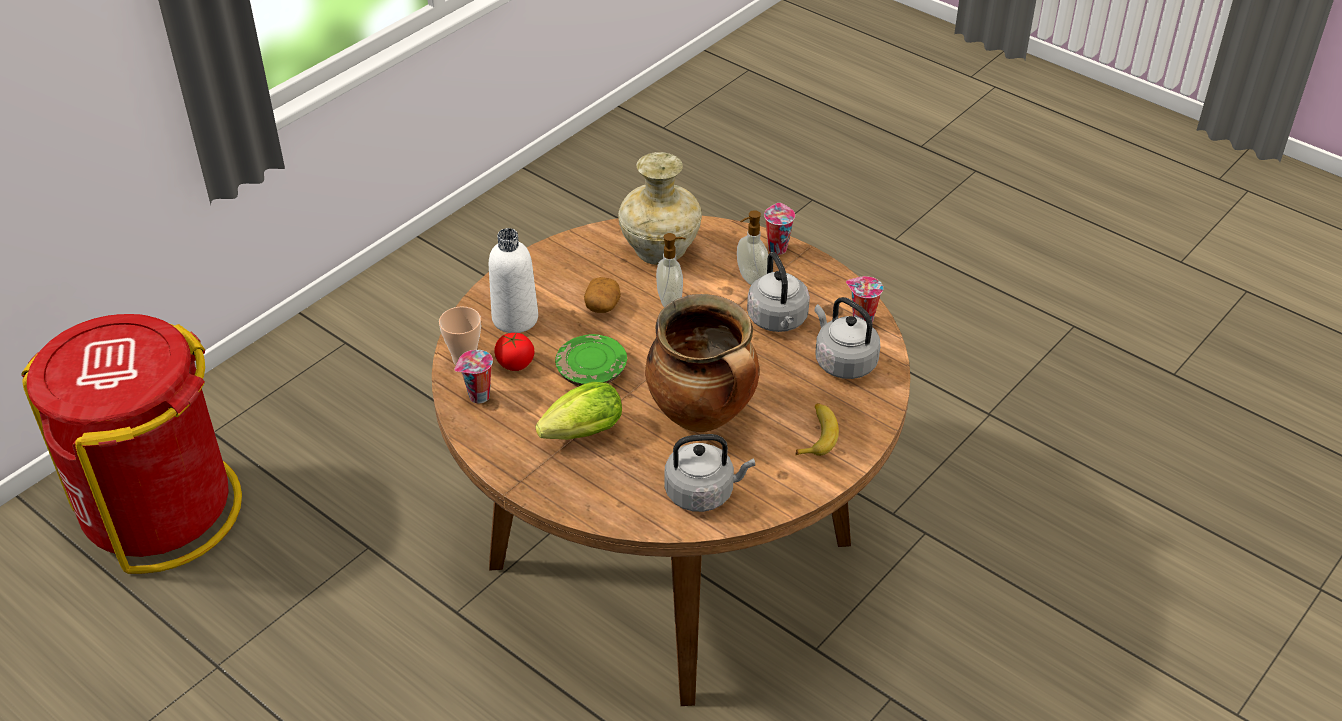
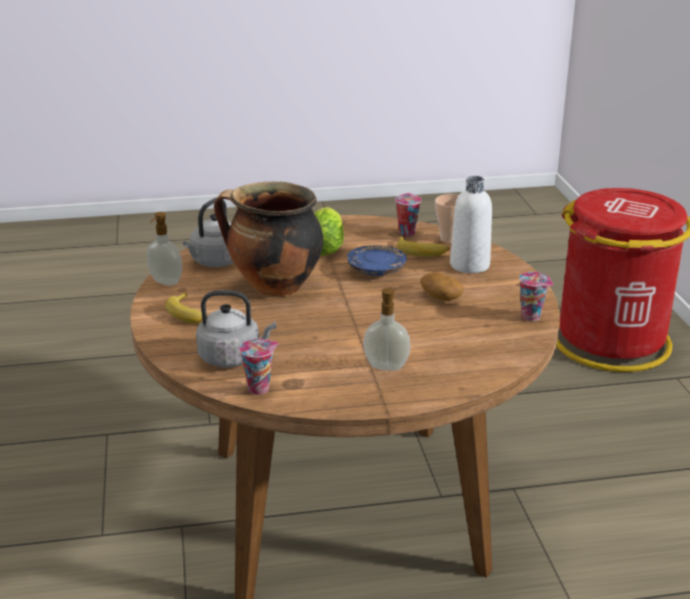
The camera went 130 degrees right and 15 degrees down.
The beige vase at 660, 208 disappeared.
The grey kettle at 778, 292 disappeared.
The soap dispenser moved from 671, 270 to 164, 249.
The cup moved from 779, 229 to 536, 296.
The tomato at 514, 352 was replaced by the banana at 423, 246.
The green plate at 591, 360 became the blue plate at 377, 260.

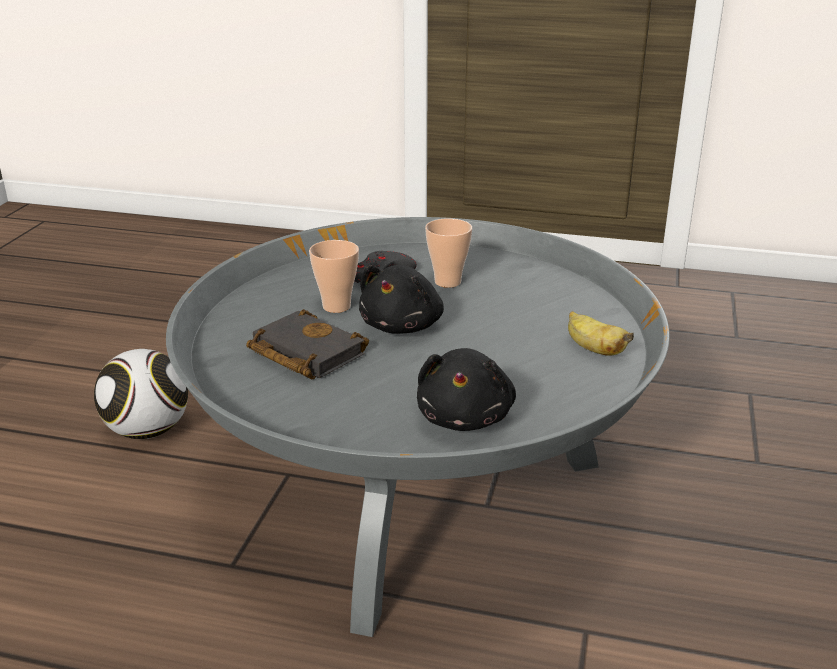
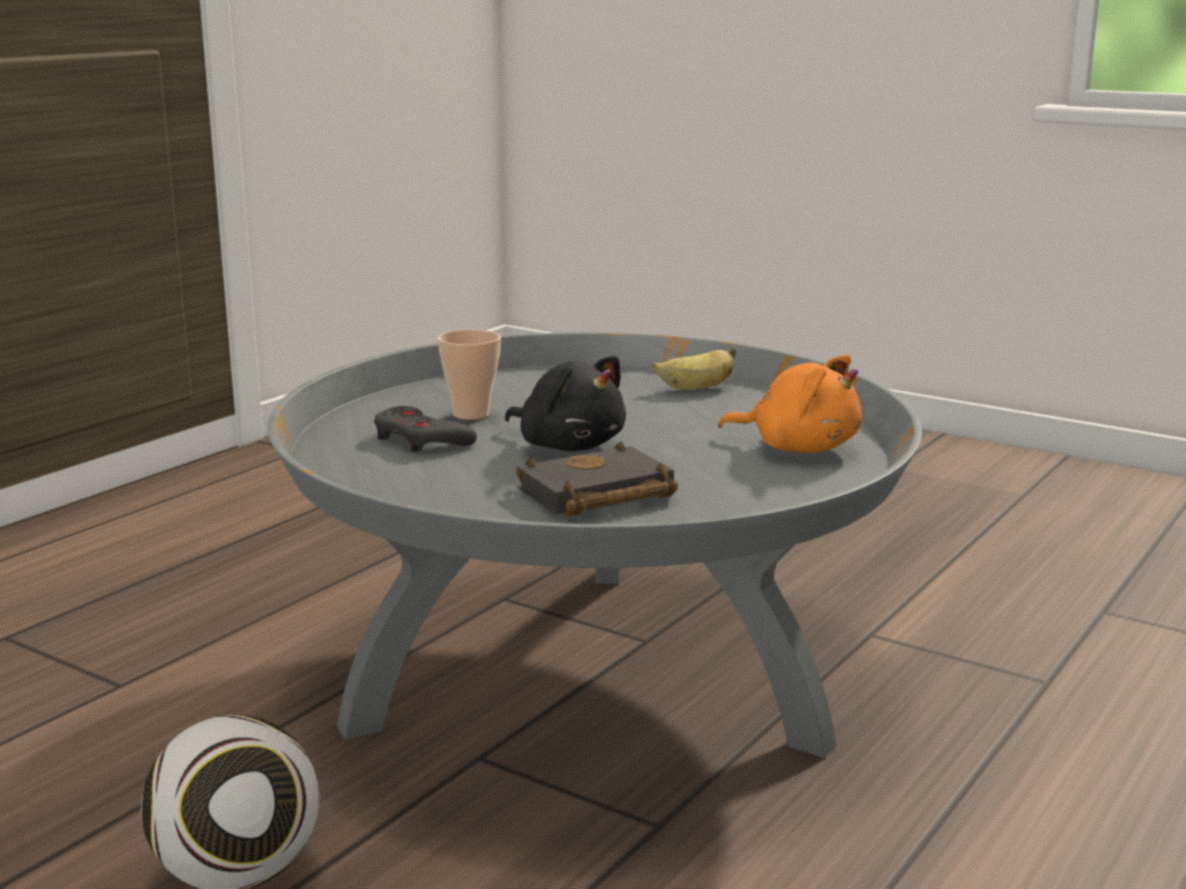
The camera went 70 degrees left and 10 degrees down.
The cup at 334, 276 disappeared.
The black plush toy at 466, 389 became the orange plush toy at 790, 404.

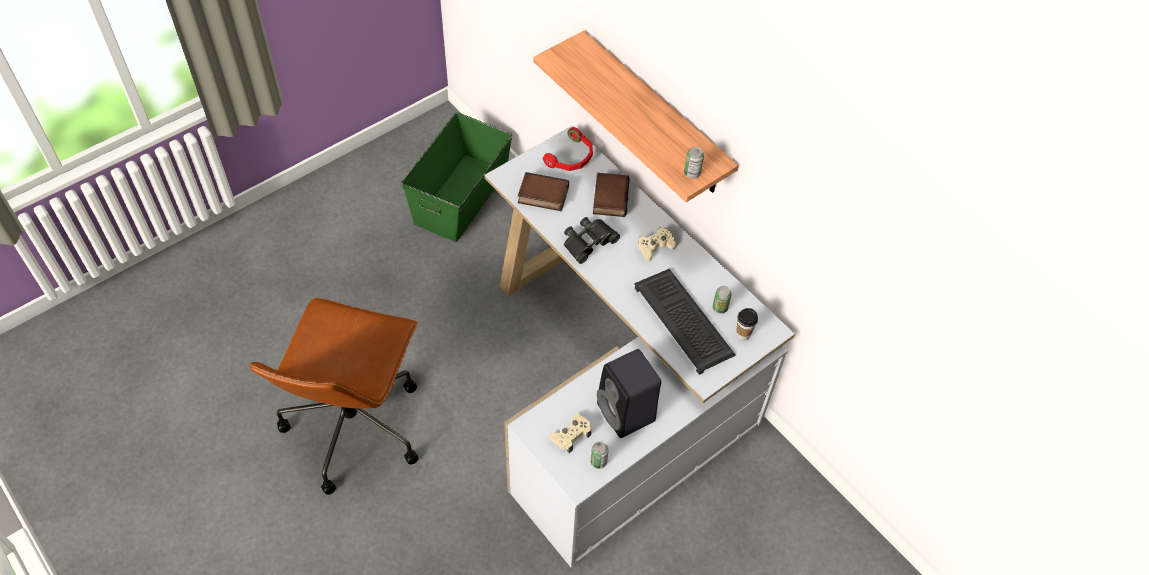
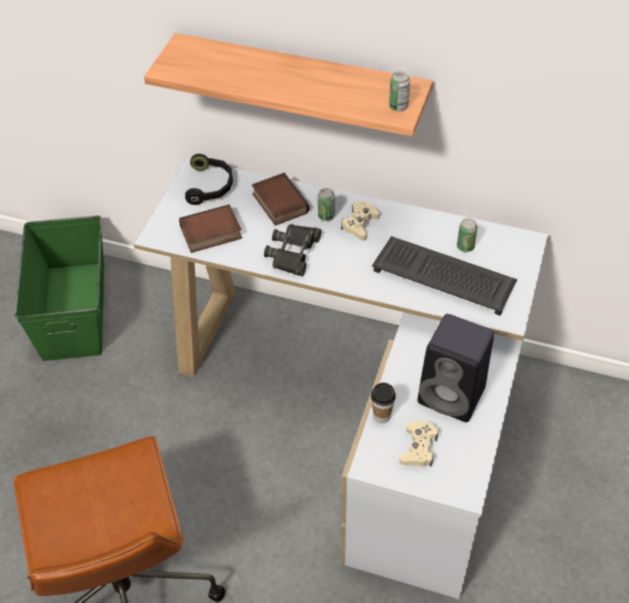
The camera went 30 degrees left and 5 degrees down.
The can moved from 600, 455 to 326, 204.
The cup moved from 747, 324 to 383, 403.
The red headphones at 568, 149 became the black headphones at 209, 179.

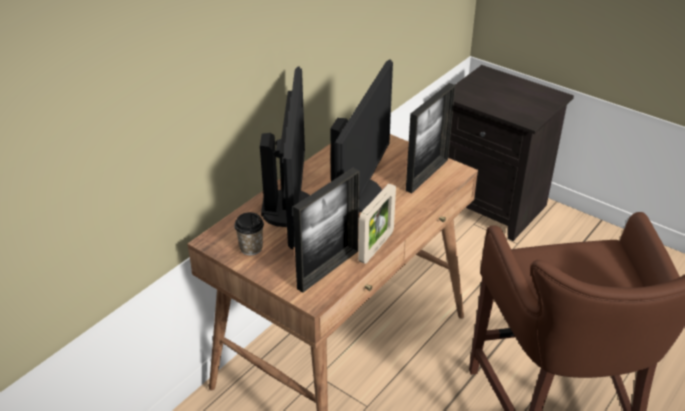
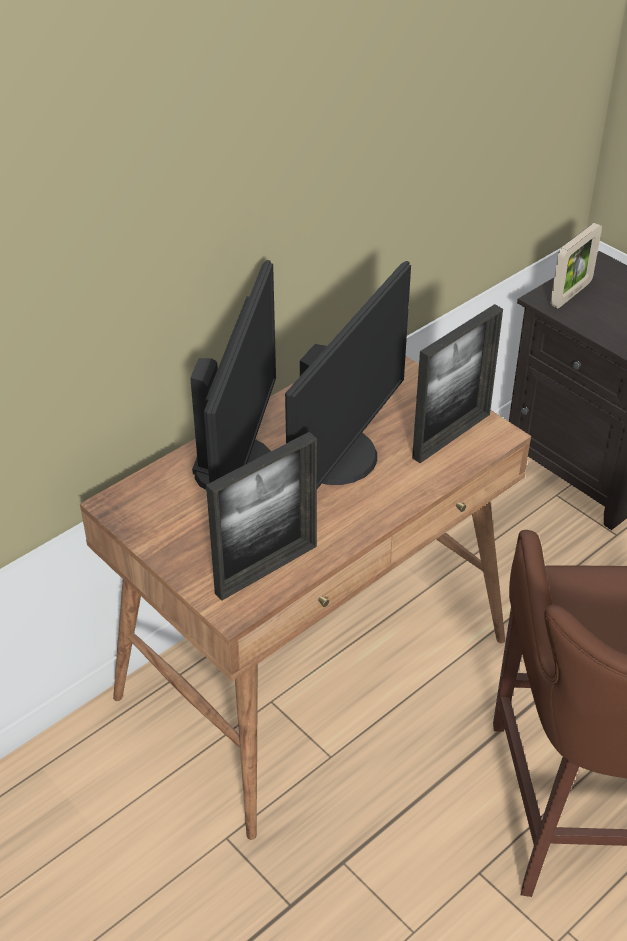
The camera went 10 degrees right and 5 degrees up.
The cup at 249, 233 disappeared.
The picture frame moved from 377, 224 to 576, 266.

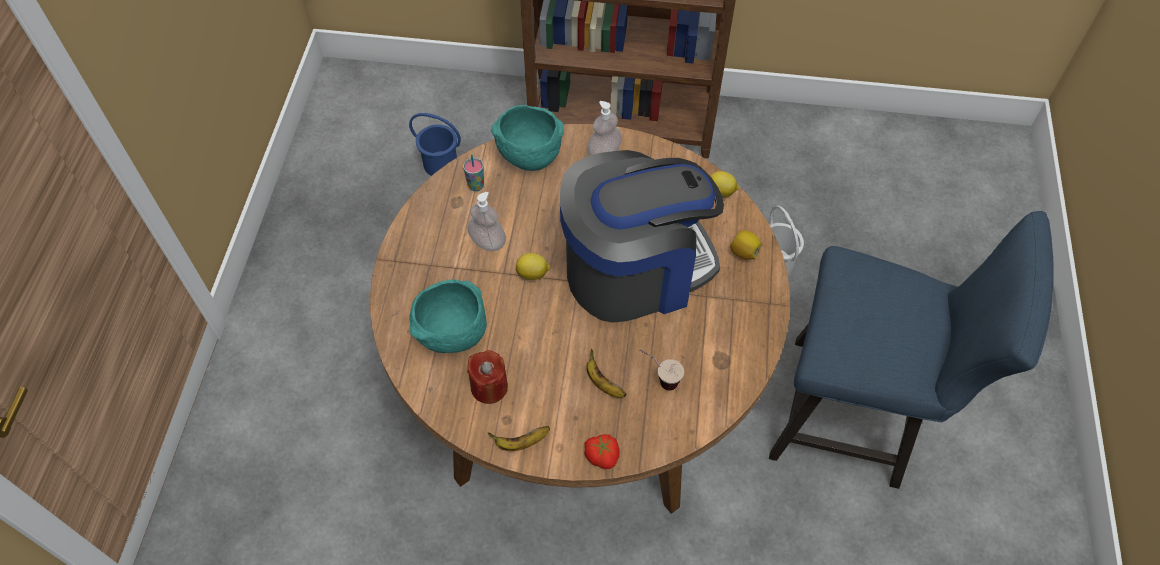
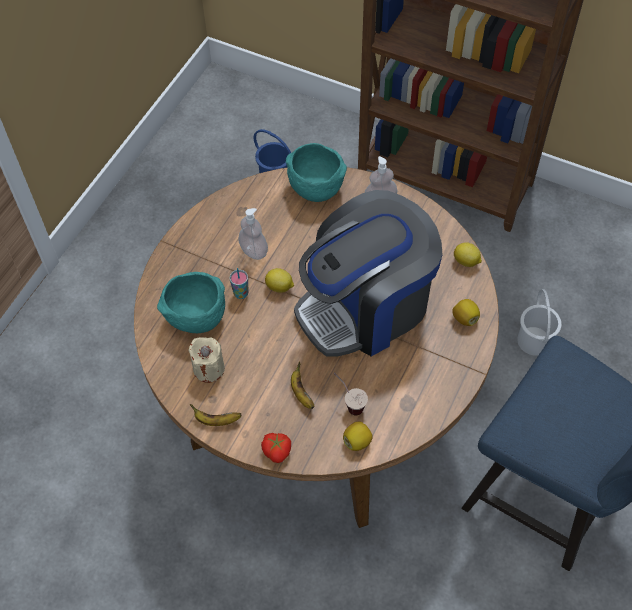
The camera went 20 degrees right and 0 degrees up.
The lemon at 358, 436 appeared.
The cup moved from 473, 172 to 239, 283.
The red candle at 487, 377 became the beige candle at 206, 360.
The coffee machine at 642, 236 turned 150 degrees clockwise.

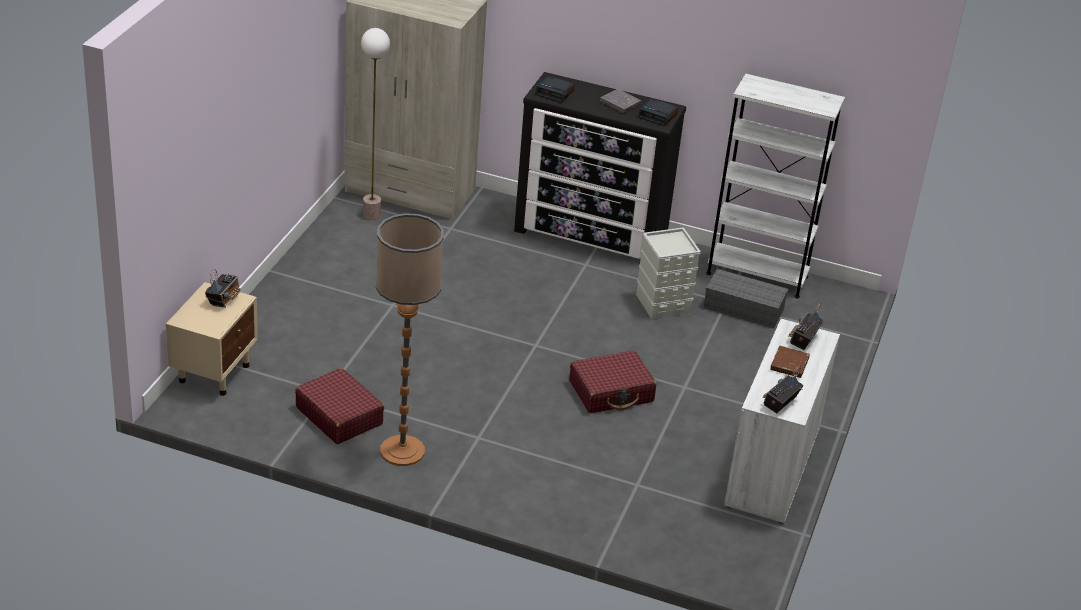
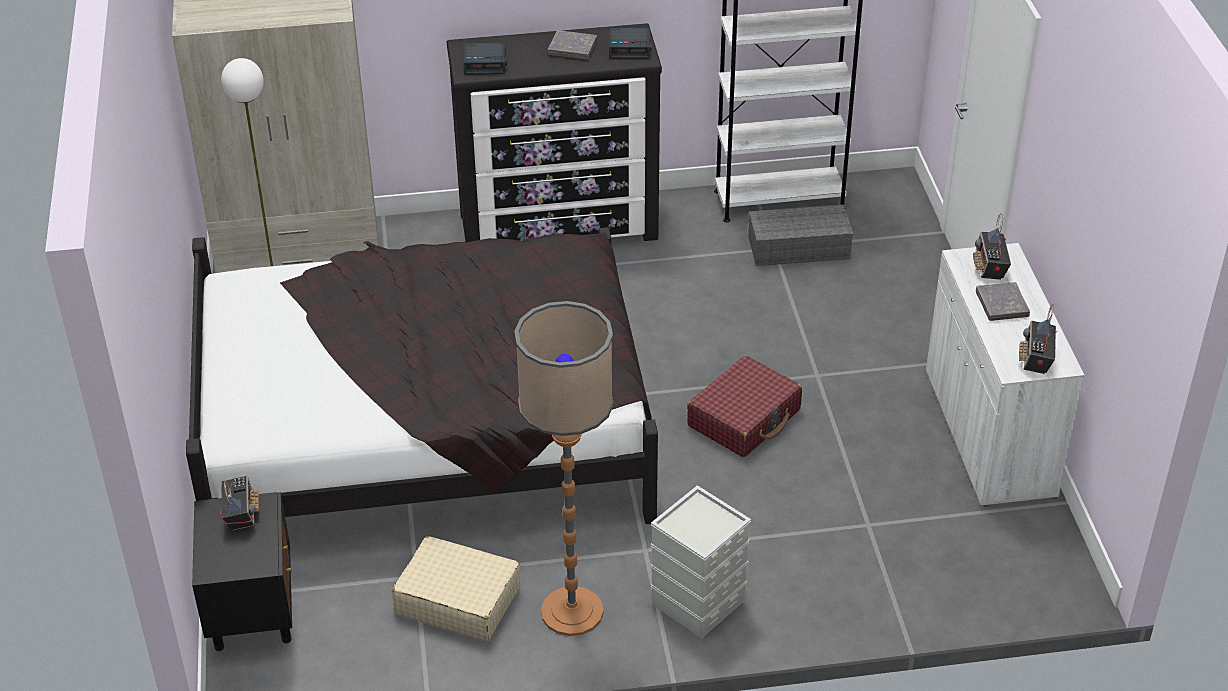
The camera went 25 degrees left and 5 degrees up.
The black bed at 422, 375 appeared.
The grey storage box moved from 668, 273 to 700, 561.
The beige nightstand at 212, 339 became the black nightstand at 242, 571.
The red suitcase at 339, 406 became the beige suitcase at 456, 588.
The brown book at 790, 362 became the grey book at 1003, 301.

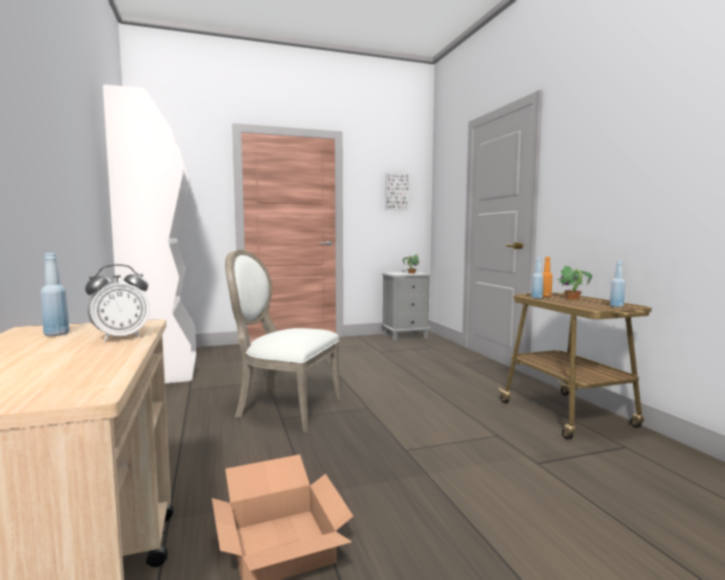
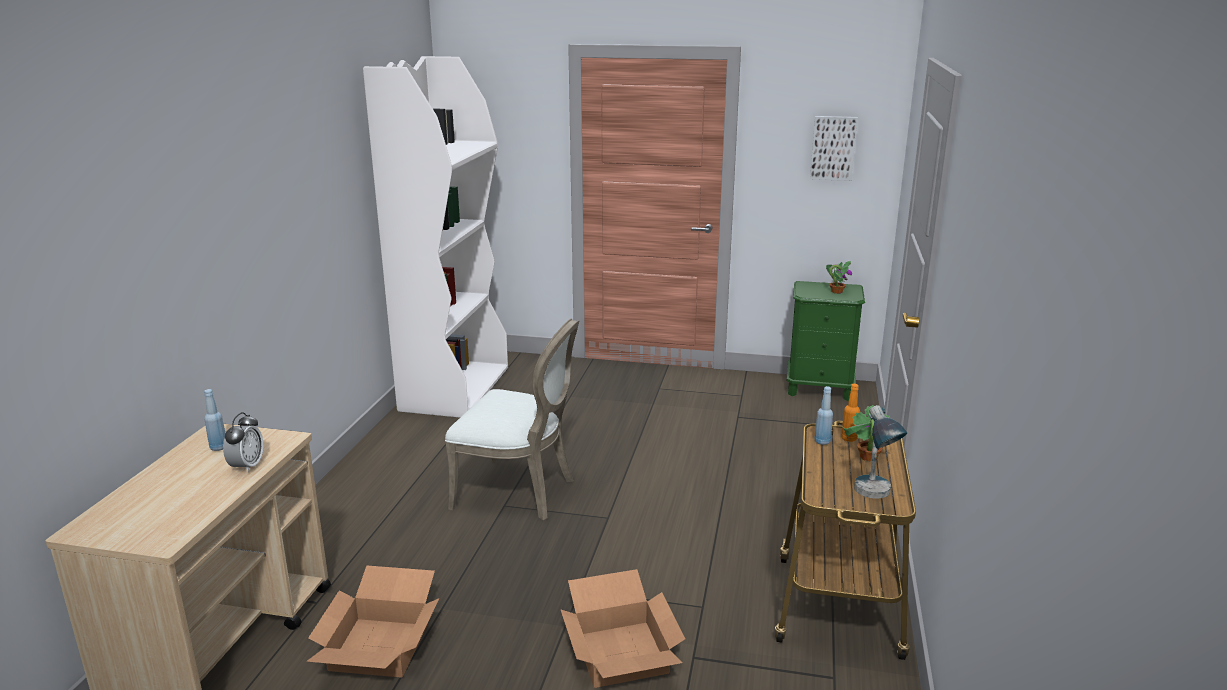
The camera went 30 degrees right and 15 degrees up.
The cardboard box at 622, 628 appeared.
The blue bottle at 617, 283 was replaced by the table lamp at 880, 452.
The grey nightstand at 406, 306 became the green nightstand at 826, 341.
The alarm clock at 117, 303 turned 75 degrees counterclockwise.
The white chair at 283, 341 turned 150 degrees clockwise.

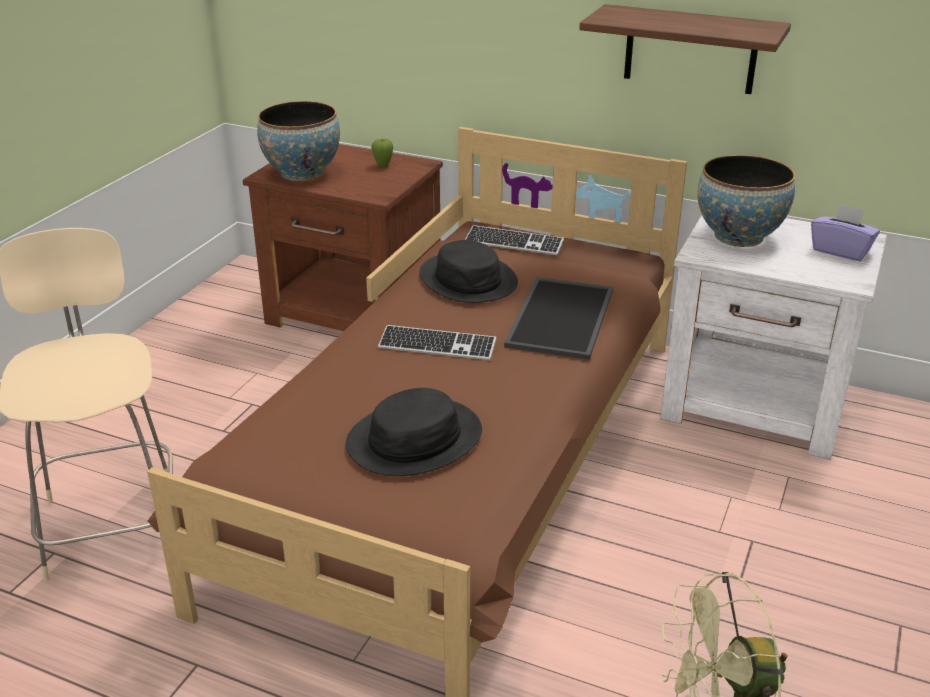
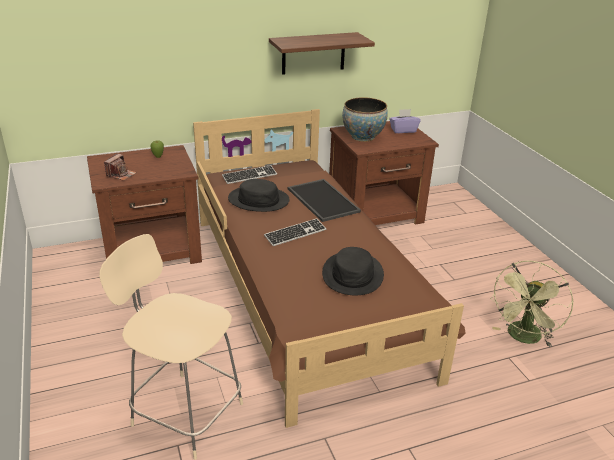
The camera went 45 degrees left and 0 degrees up.
The bowl at 298, 141 was replaced by the photo camera at 120, 167.
The white nightstand at 773, 337 became the brown nightstand at 384, 173.

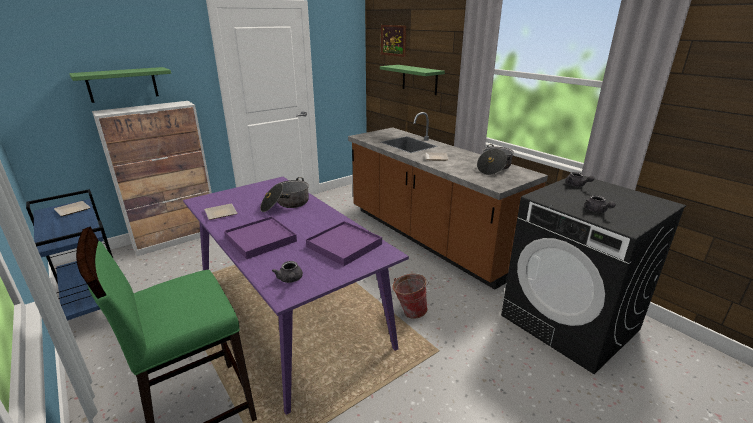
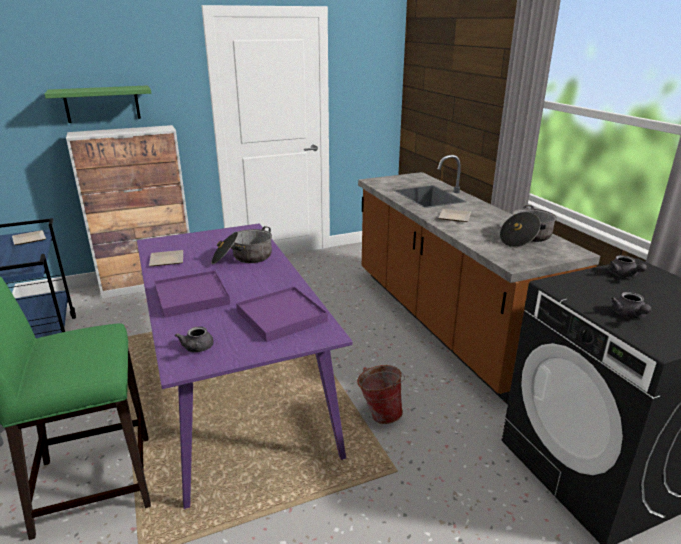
The camera went 15 degrees right and 0 degrees up.
The green shelf at 412, 80 disappeared.
The picture at 393, 41 disappeared.

